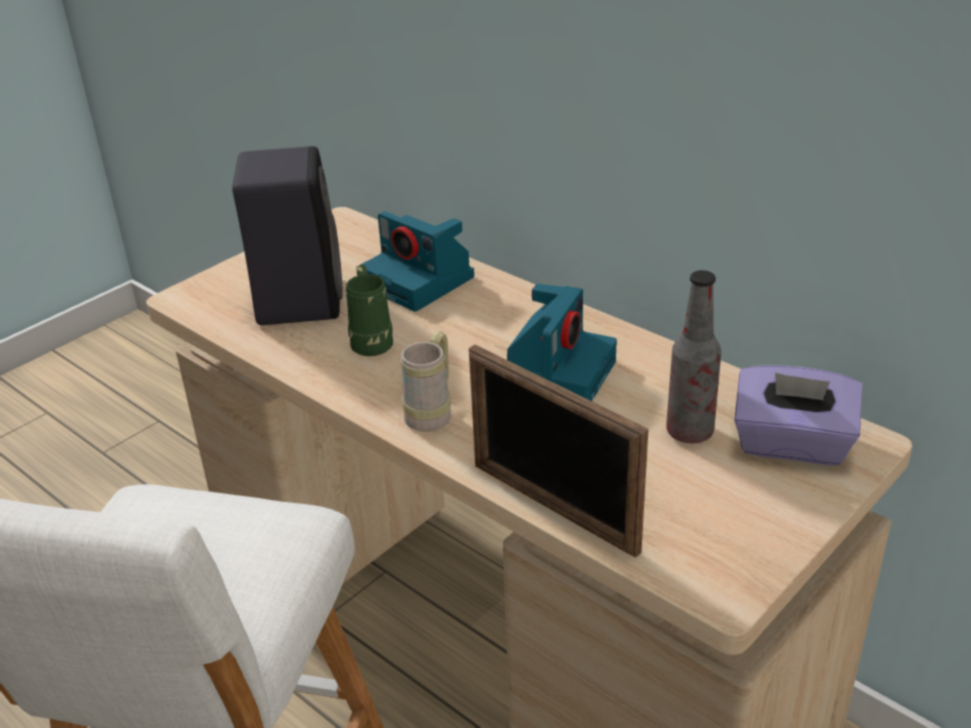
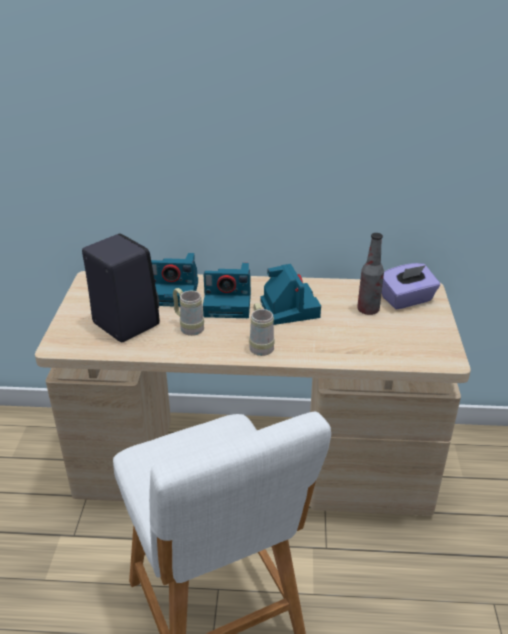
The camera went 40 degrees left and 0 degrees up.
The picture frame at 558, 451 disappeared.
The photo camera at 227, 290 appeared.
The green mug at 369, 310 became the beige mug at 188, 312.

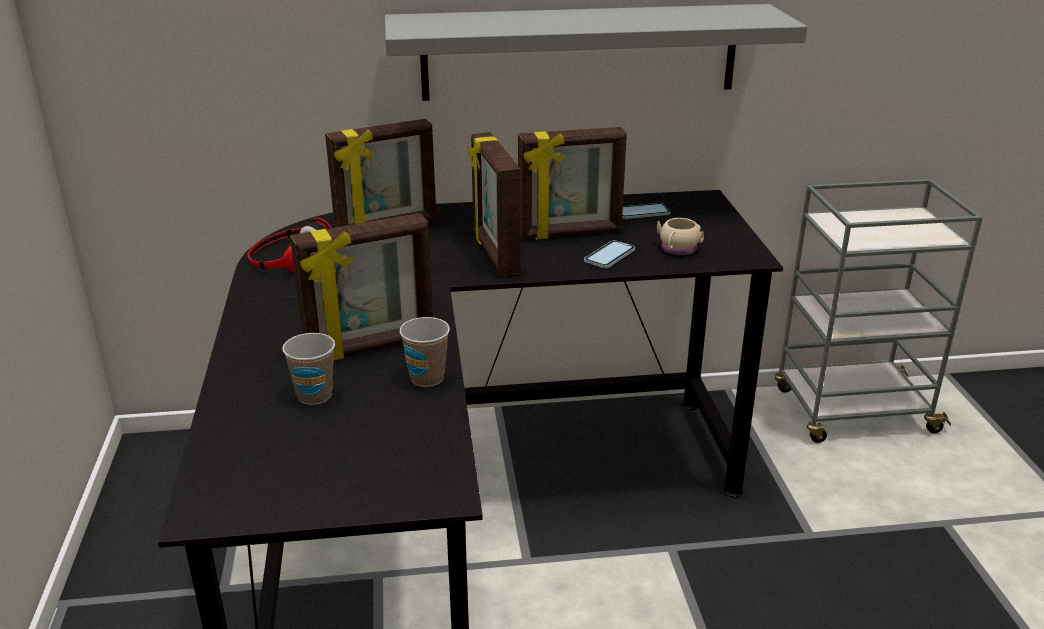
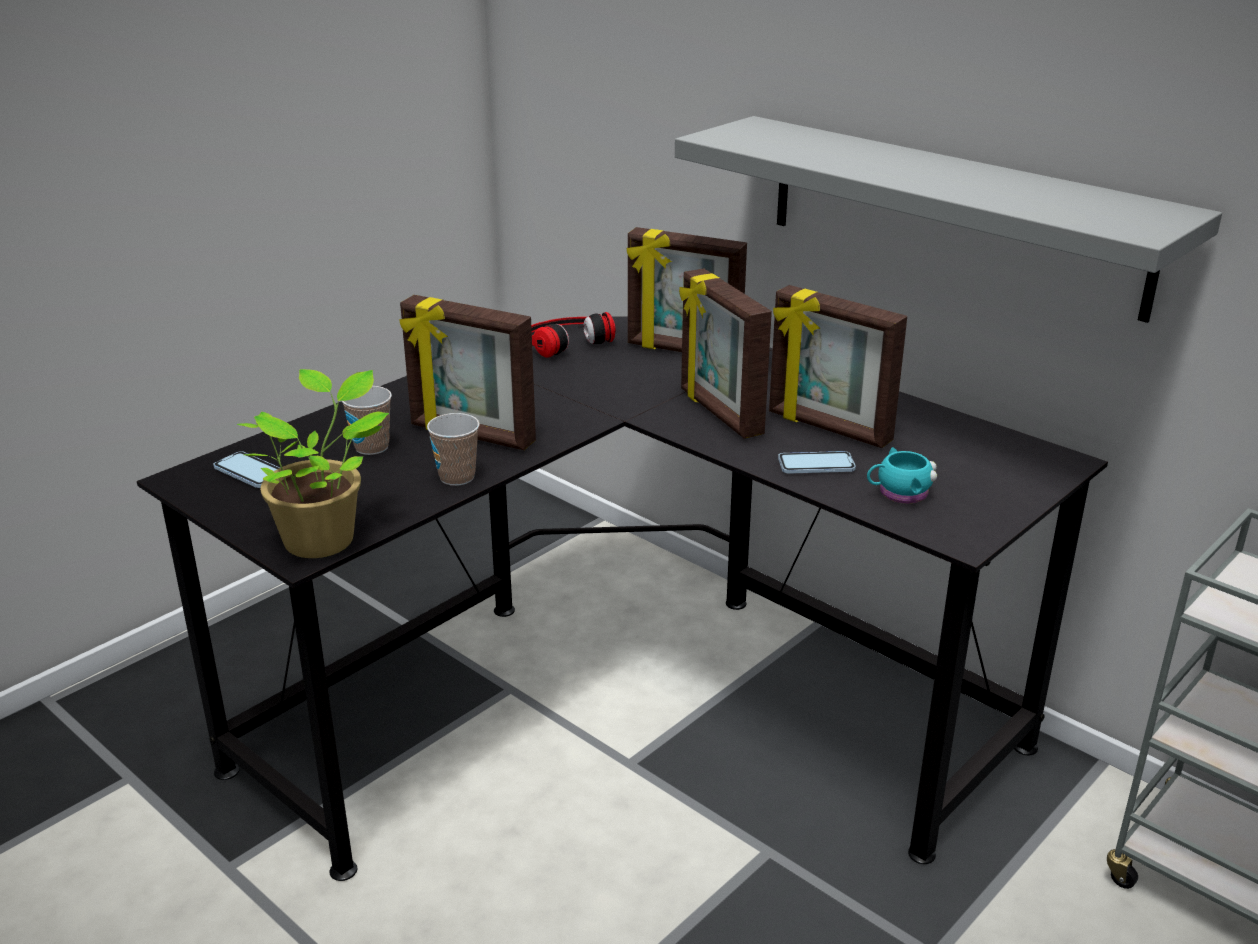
The camera went 50 degrees right and 0 degrees up.
The potted plant at 313, 463 appeared.
The phone moved from 646, 211 to 246, 469.
The beige mug at 680, 236 became the turquoise mug at 902, 475.
The picture frame at 494, 204 turned 60 degrees counterclockwise.

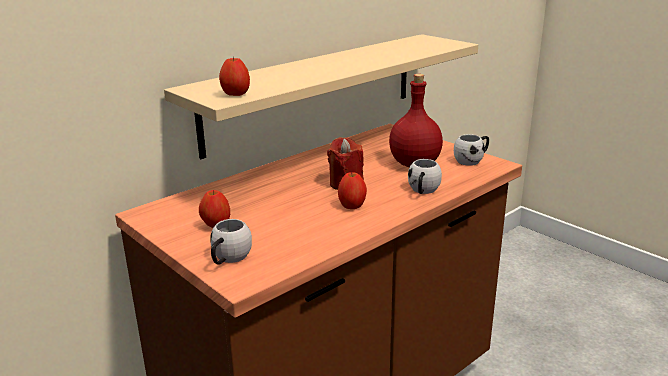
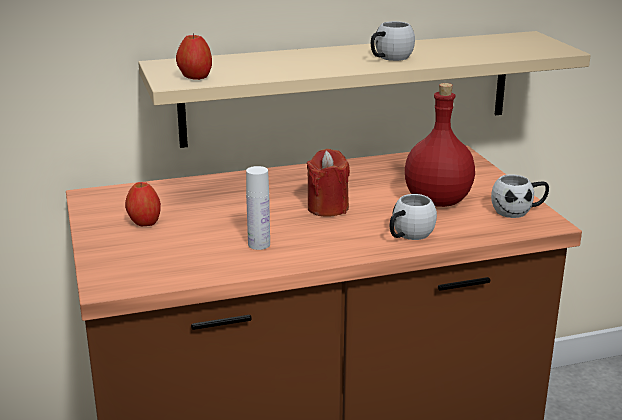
The camera went 25 degrees right and 0 degrees up.
The apple at 352, 190 disappeared.
The white bottle at 258, 208 appeared.
The white mug moved from 231, 242 to 393, 41.

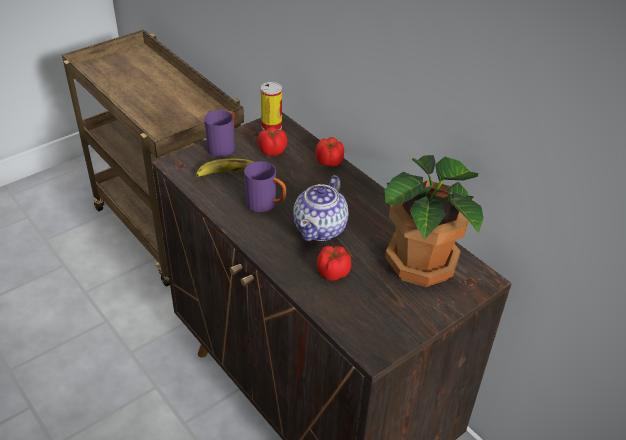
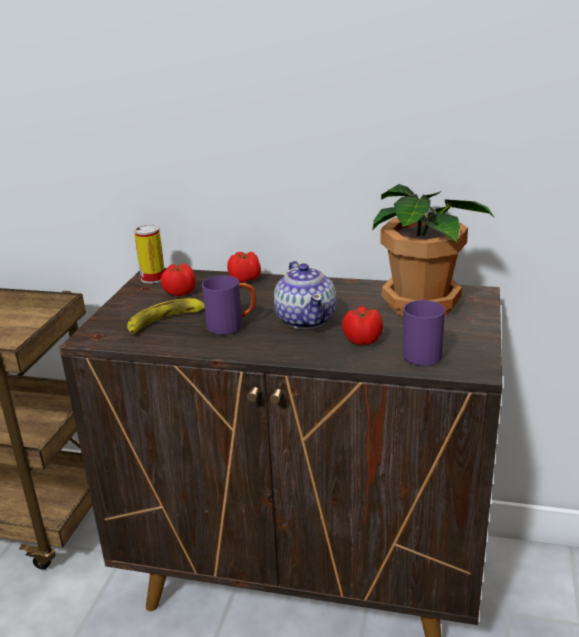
The camera went 35 degrees left and 15 degrees down.
The purple mug moved from 219, 133 to 424, 333.

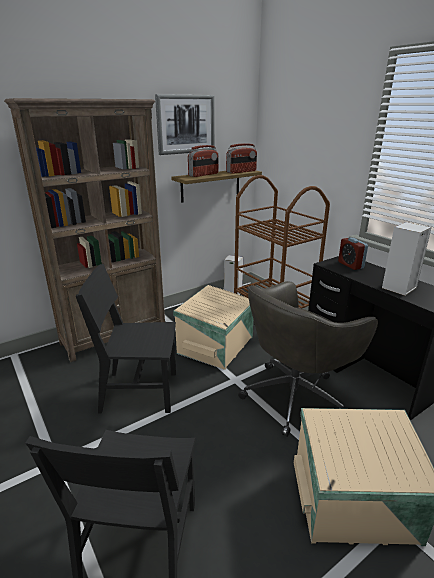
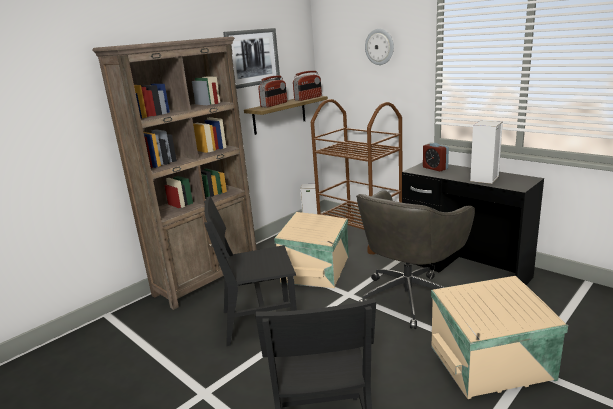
The camera went 10 degrees left and 5 degrees down.
The wall clock at 379, 47 appeared.

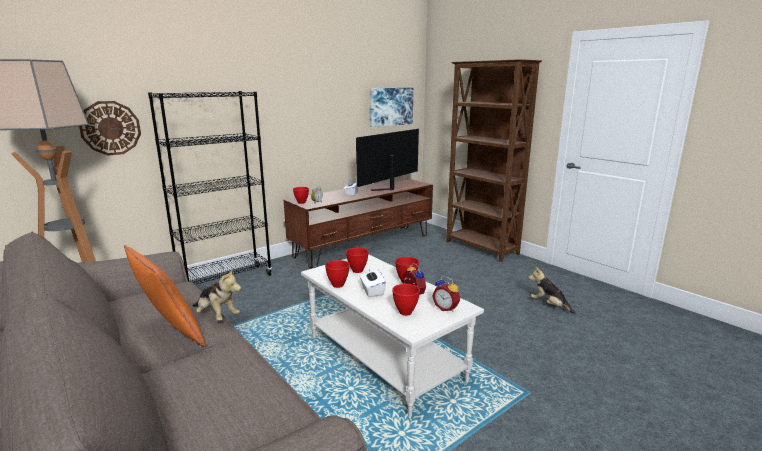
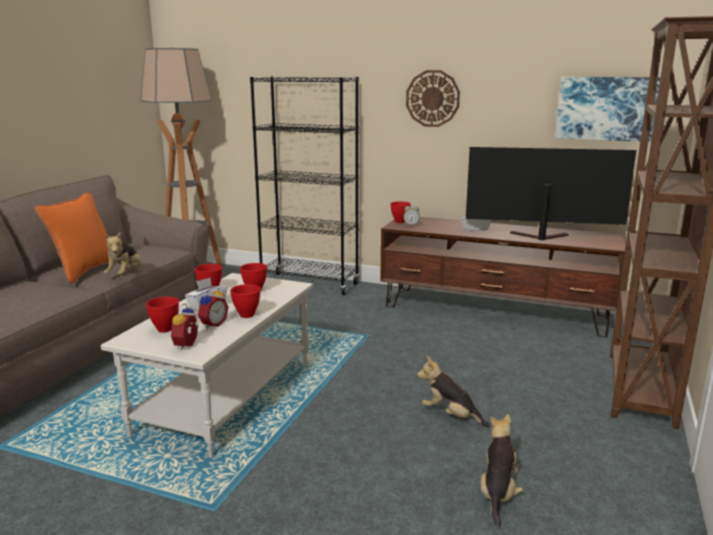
The camera went 60 degrees right and 0 degrees up.
The plush toy at 453, 392 appeared.
The wall clock moved from 110, 128 to 433, 98.

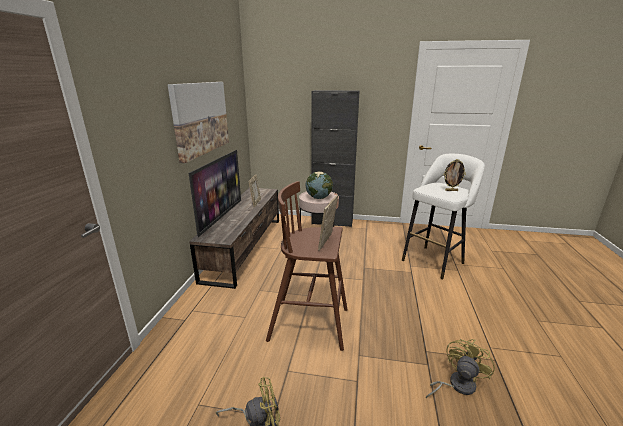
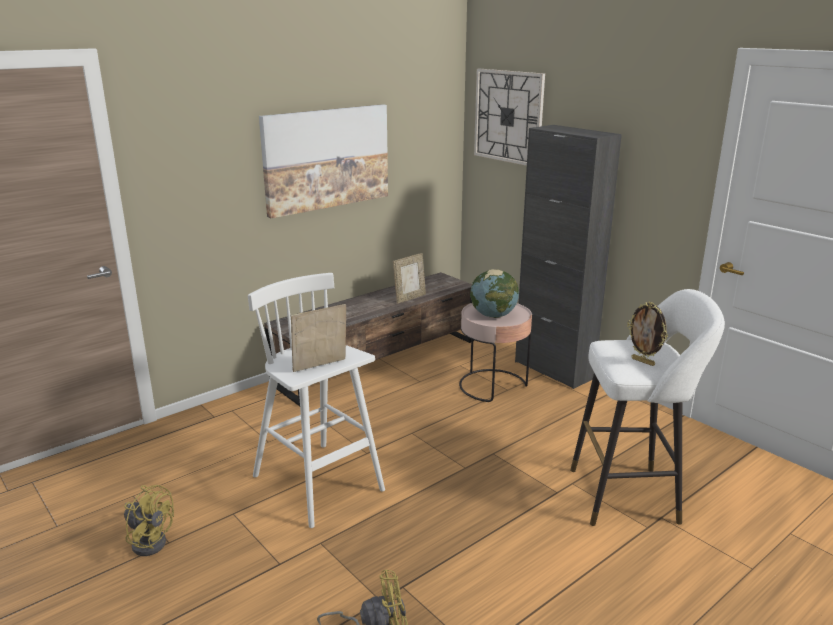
The camera went 40 degrees right and 0 degrees up.
The television at 215, 193 disappeared.
The wall clock at 509, 117 appeared.
The brown stool at 307, 266 became the white stool at 316, 400.

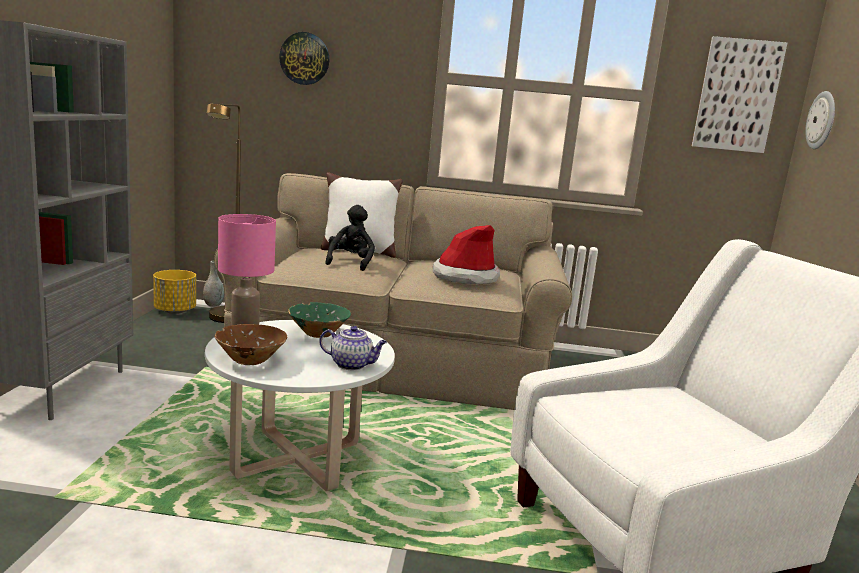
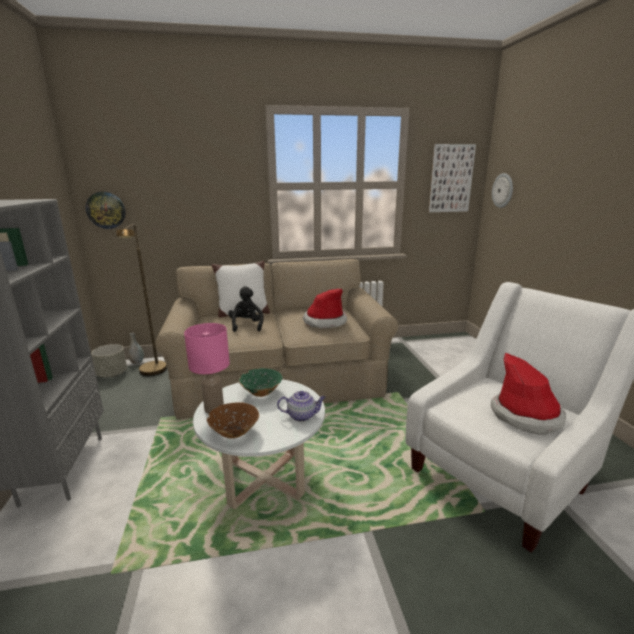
The camera went 15 degrees left and 5 degrees up.
The hat at 528, 393 appeared.
The wall clock moved from 304, 58 to 106, 210.
The yellow planter at 174, 292 became the grey planter at 109, 360.

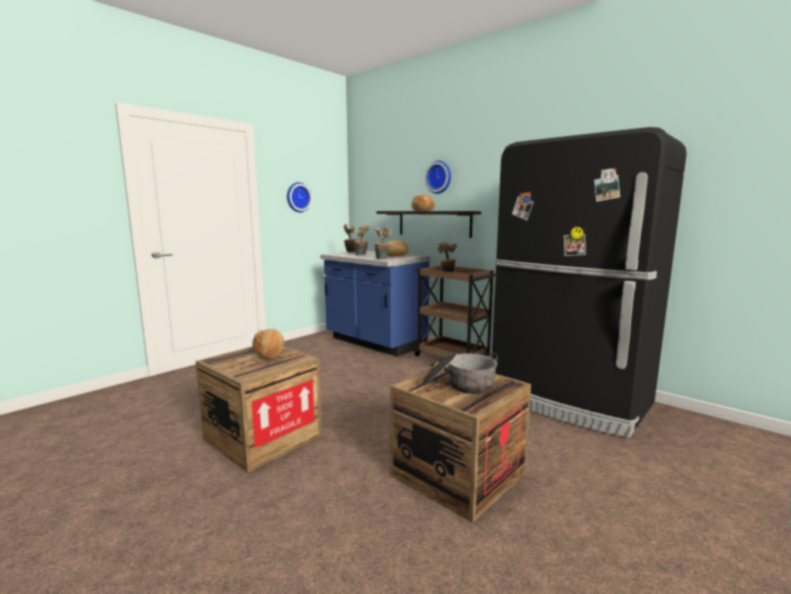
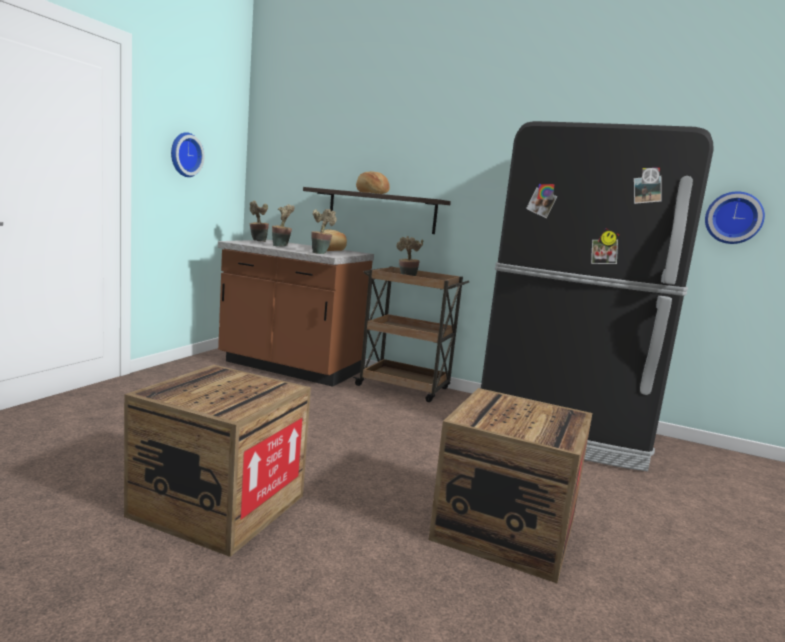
The camera went 20 degrees left and 0 degrees up.
The bread at 268, 344 disappeared.
The cooking pot at 459, 373 disappeared.
The wall clock moved from 438, 177 to 735, 217.
The blue counter at 375, 304 became the brown counter at 296, 313.

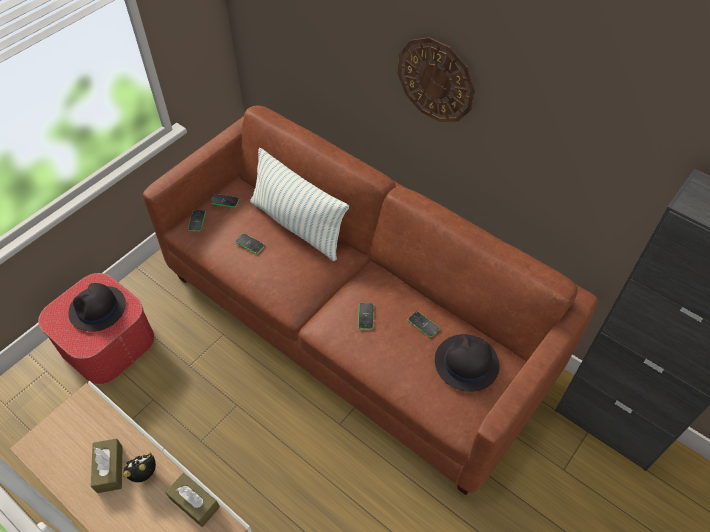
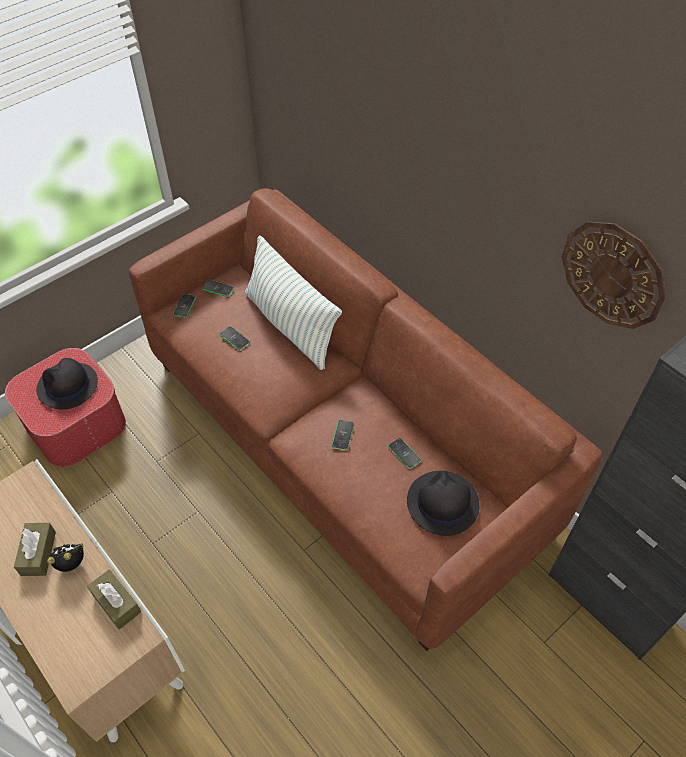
The camera went 10 degrees right and 0 degrees up.
The wall clock moved from 436, 79 to 614, 275.

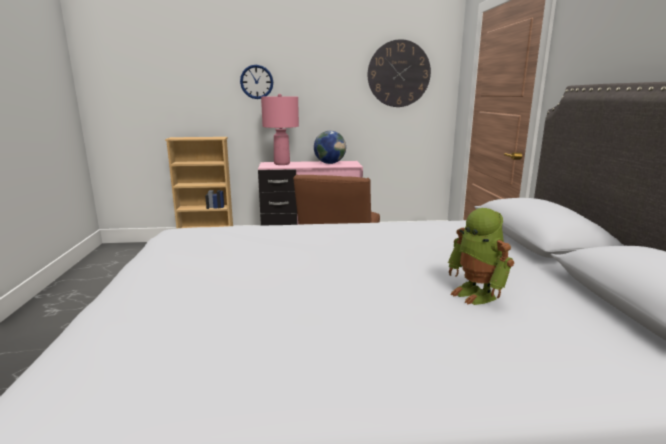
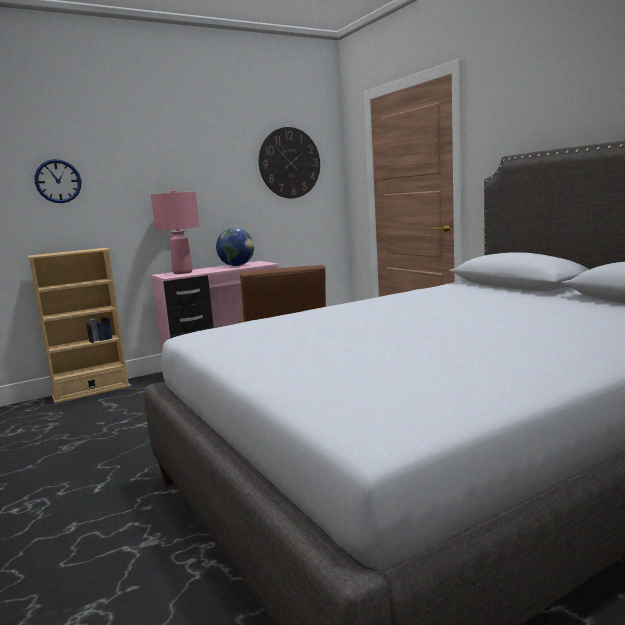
The camera went 25 degrees left and 5 degrees down.
The toy robot at 481, 256 disappeared.
The wall clock moved from 256, 82 to 58, 181.

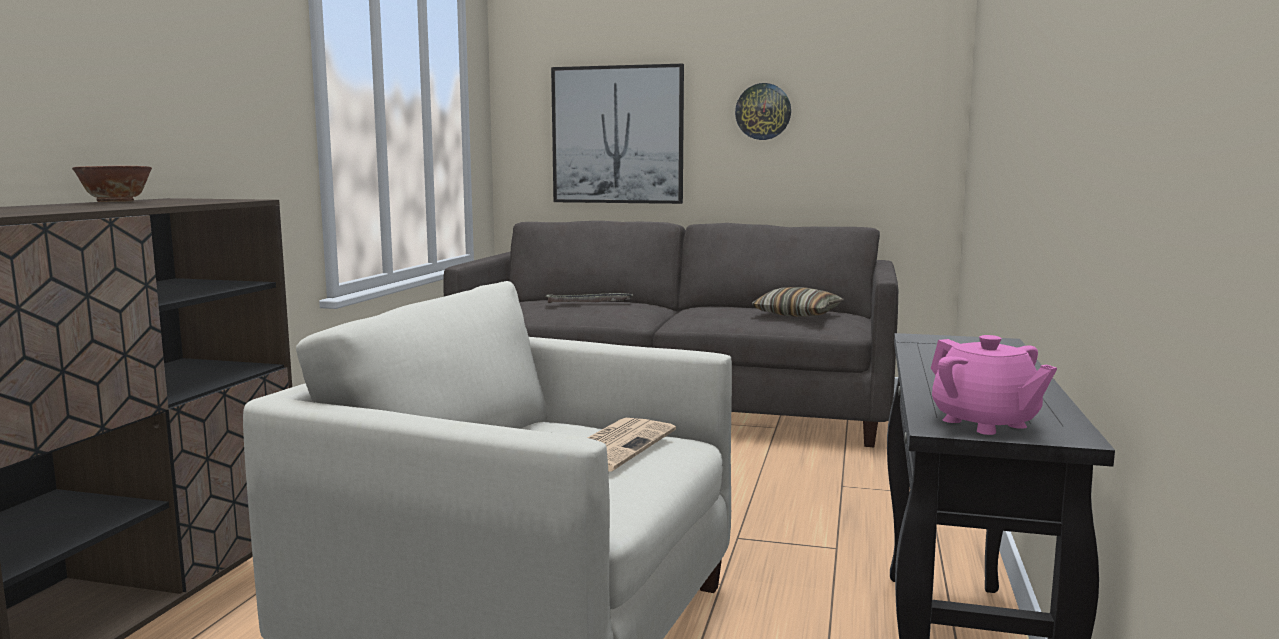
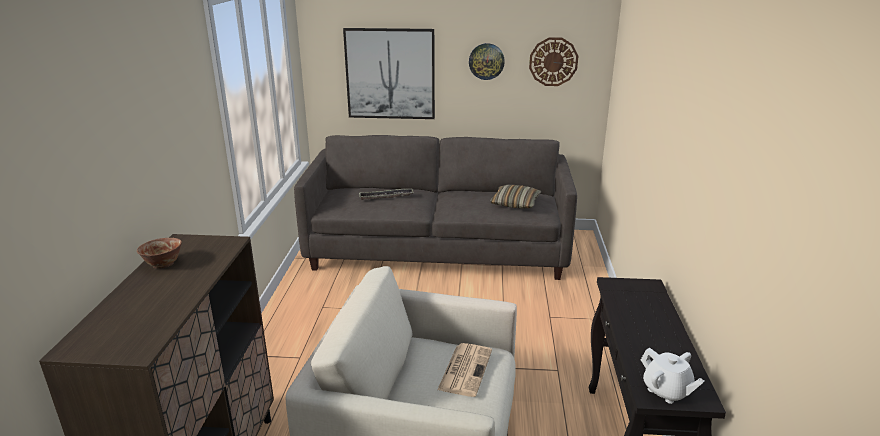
The camera went 10 degrees left and 15 degrees up.
The wall clock at 553, 61 appeared.
The pink teapot at 994, 385 became the white teapot at 673, 376.

